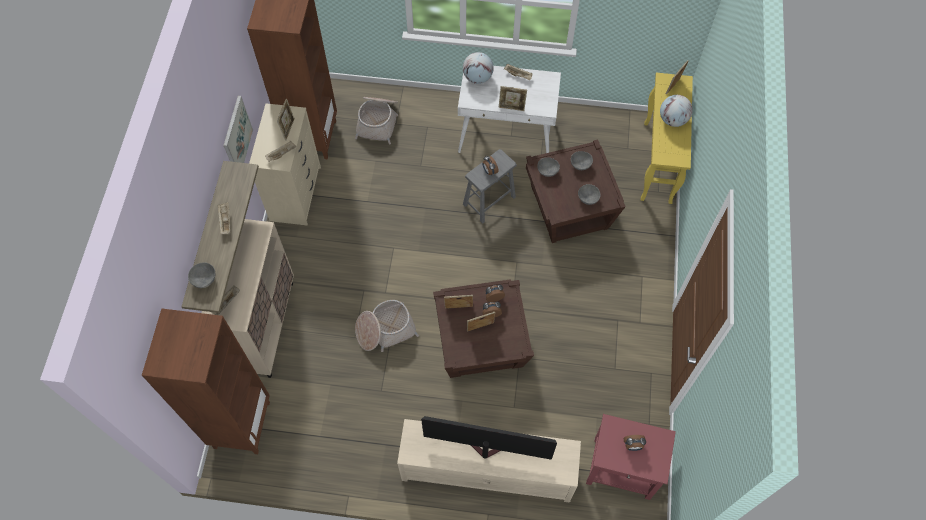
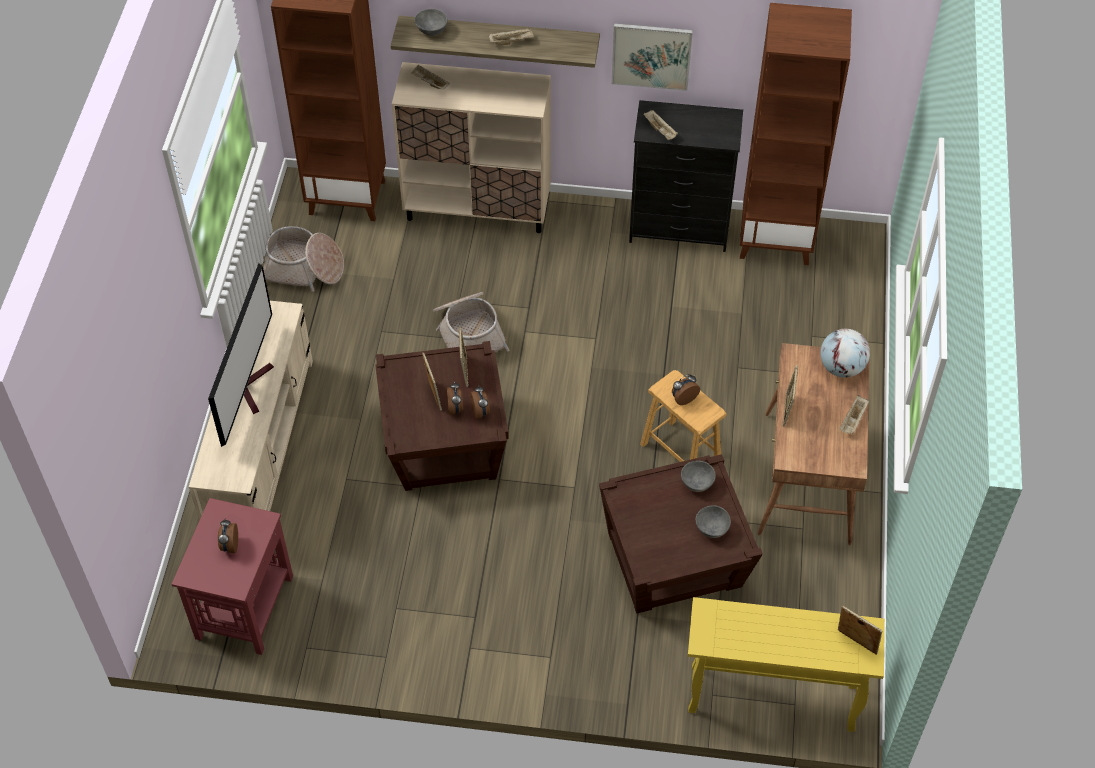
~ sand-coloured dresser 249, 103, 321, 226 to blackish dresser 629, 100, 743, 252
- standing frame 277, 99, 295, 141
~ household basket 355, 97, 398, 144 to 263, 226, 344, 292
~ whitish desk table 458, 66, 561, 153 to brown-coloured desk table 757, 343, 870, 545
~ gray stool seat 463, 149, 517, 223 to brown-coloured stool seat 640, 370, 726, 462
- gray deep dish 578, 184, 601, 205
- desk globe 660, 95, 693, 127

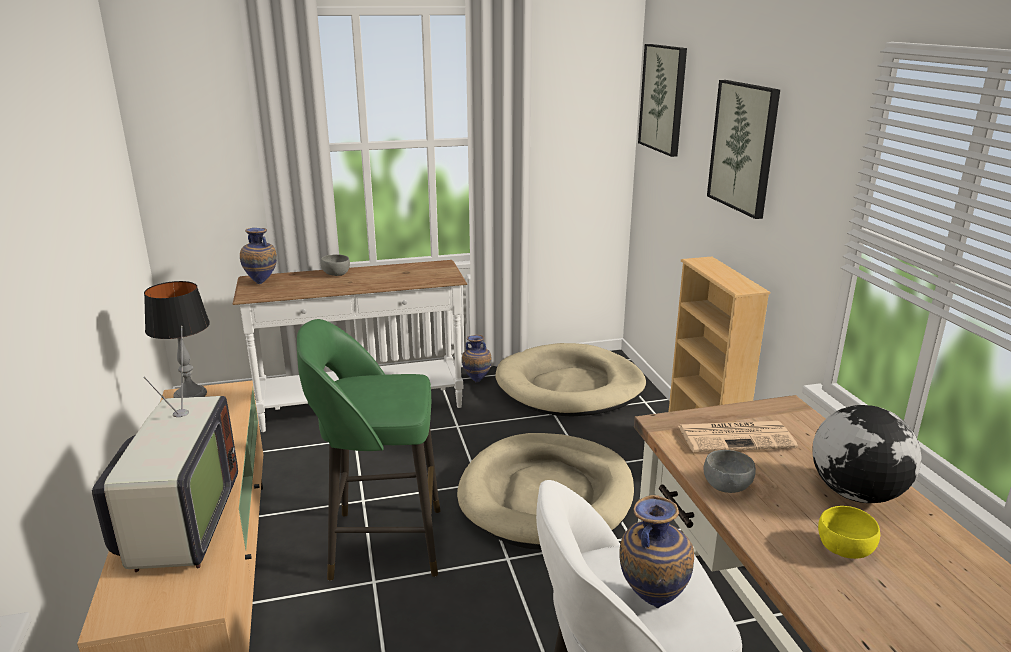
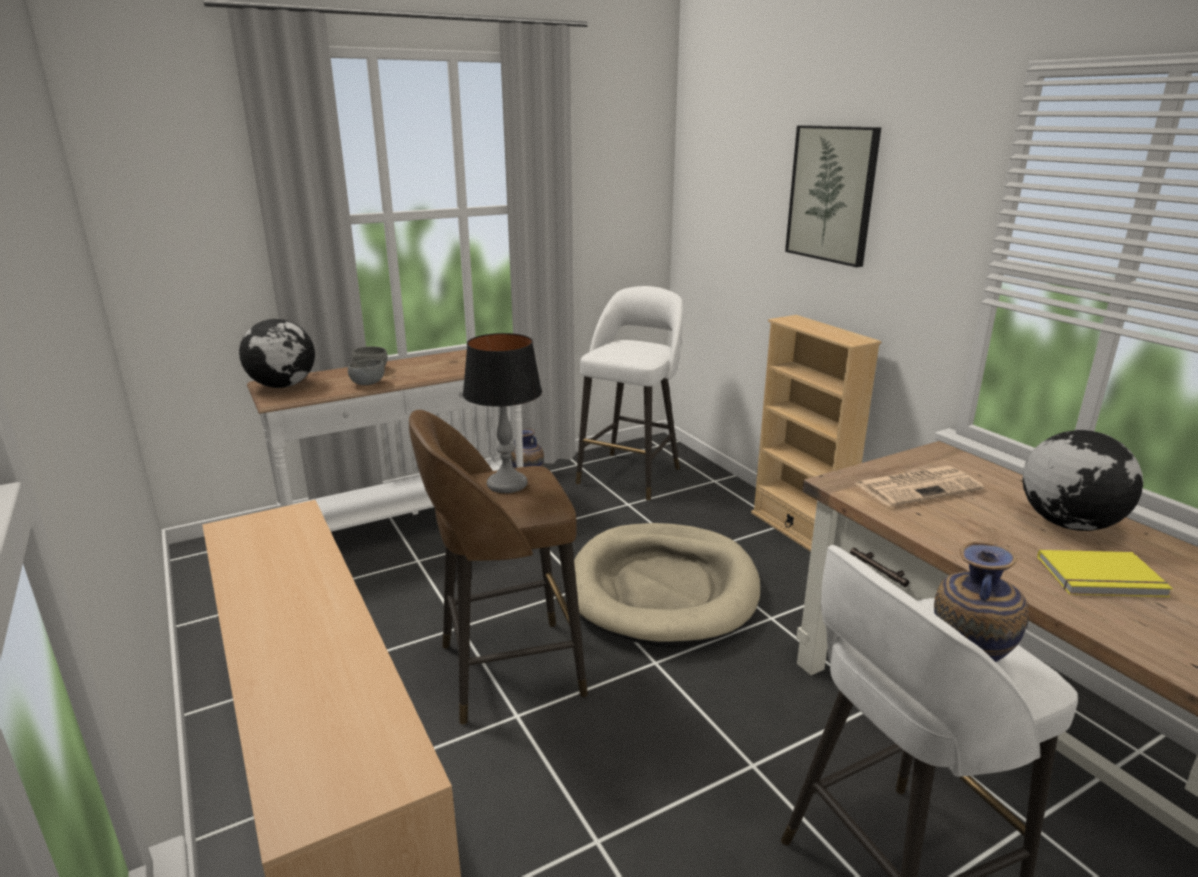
- TV set 92, 326, 238, 572
~ table lamp 144, 281, 210, 398 to 463, 333, 542, 493
~ decorative vase 240, 228, 277, 284 to desk globe 239, 319, 315, 388
~ green stool seat 297, 319, 440, 581 to brown-coloured stool seat 409, 410, 588, 725
~ sand-coloured dog bed 495, 343, 646, 417 to whitish stool seat 576, 286, 683, 501
- wall picture 638, 44, 687, 157
~ gray deep dish 704, 450, 756, 493 to 348, 359, 385, 385
~ yellow deep dish 818, 506, 880, 559 to yellow volume 1037, 550, 1173, 597

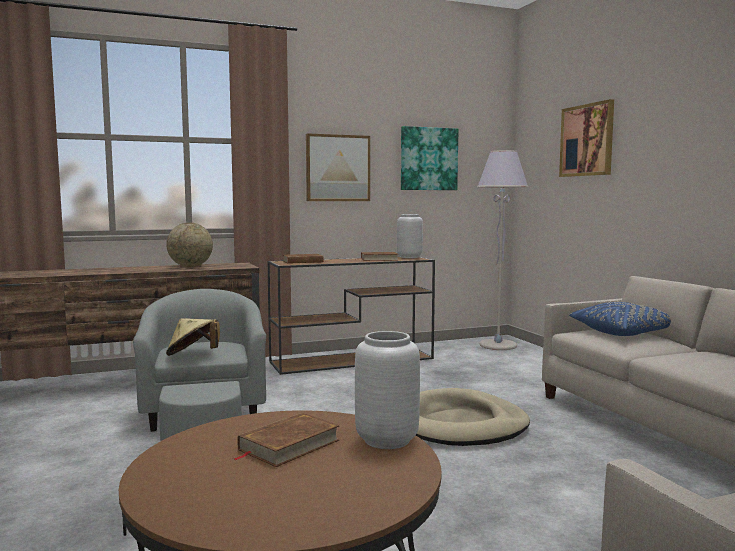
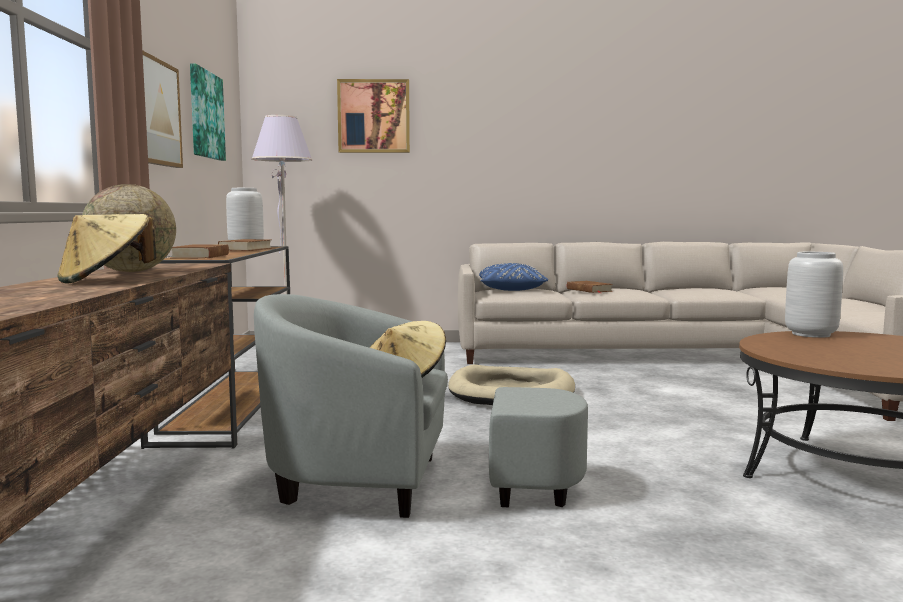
~ brown-coloured volume 234, 413, 340, 467 to 567, 281, 613, 293
+ sand-coloured wearable hat 58, 214, 156, 284

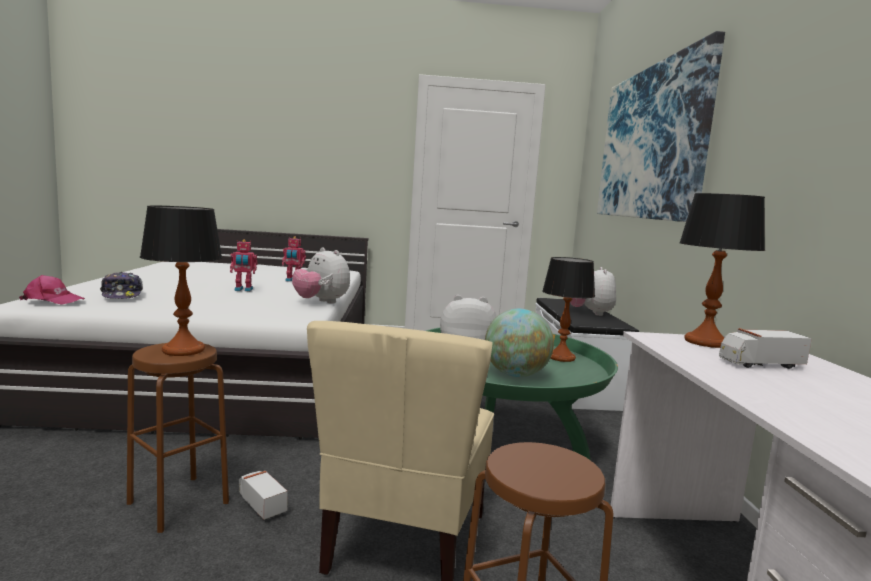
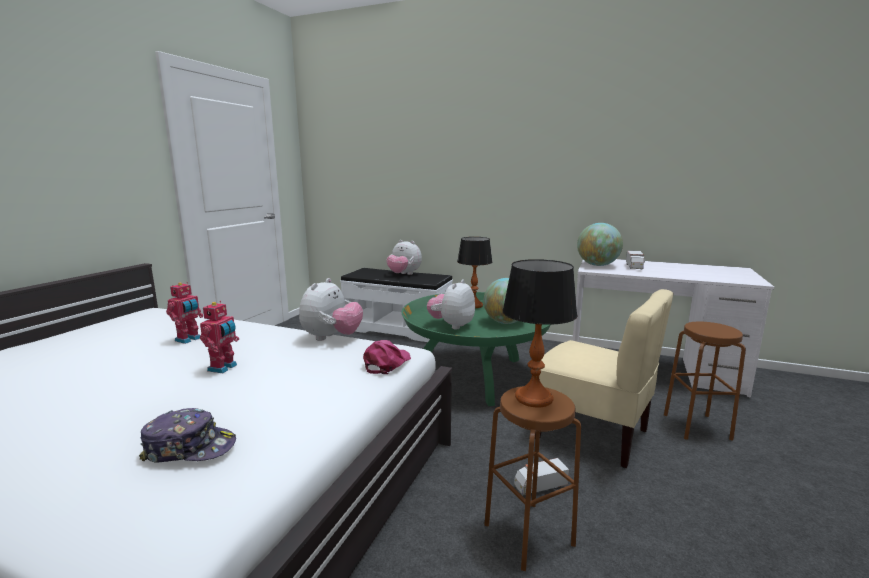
~ pink peaked cap 19, 275, 85, 305 to 363, 340, 411, 374
~ cuddly toy 292, 248, 350, 304 = 299, 278, 363, 341 45 degrees counterclockwise
- wall picture 597, 31, 725, 222
~ table lamp 679, 193, 765, 348 to desk globe 577, 223, 623, 266

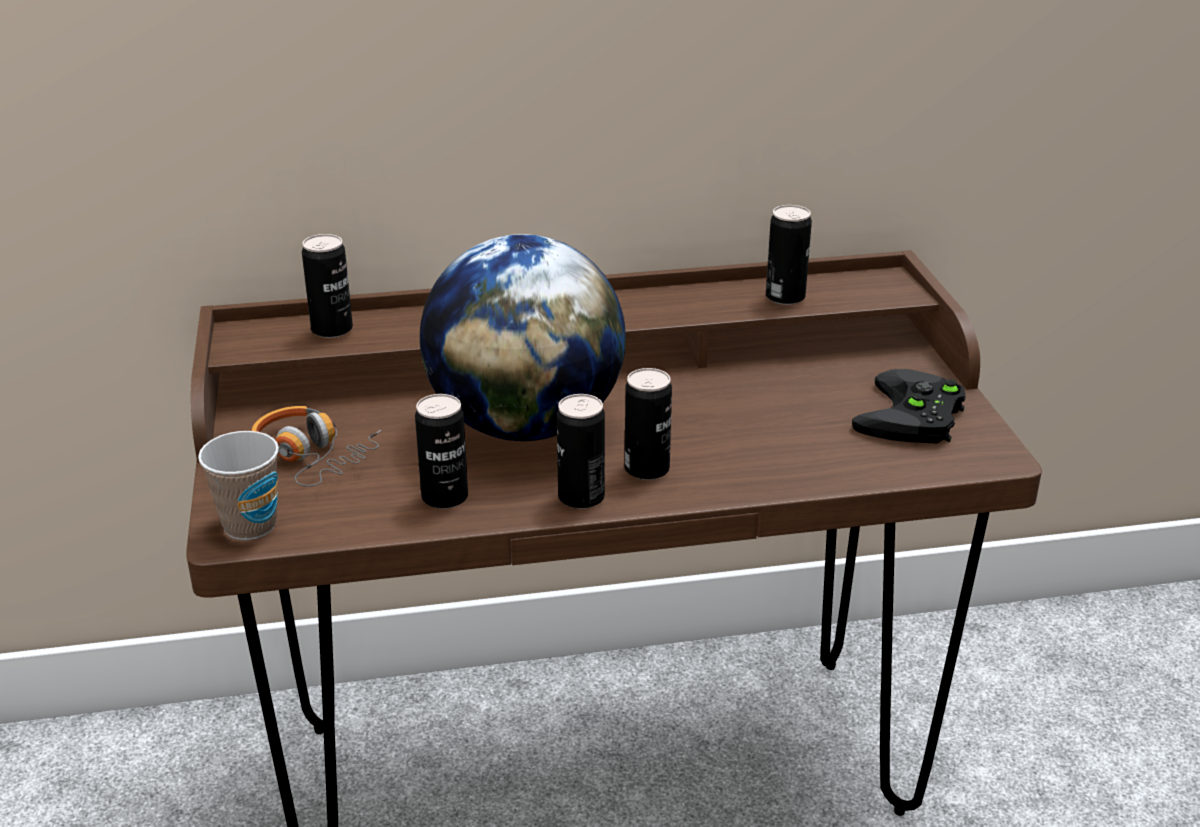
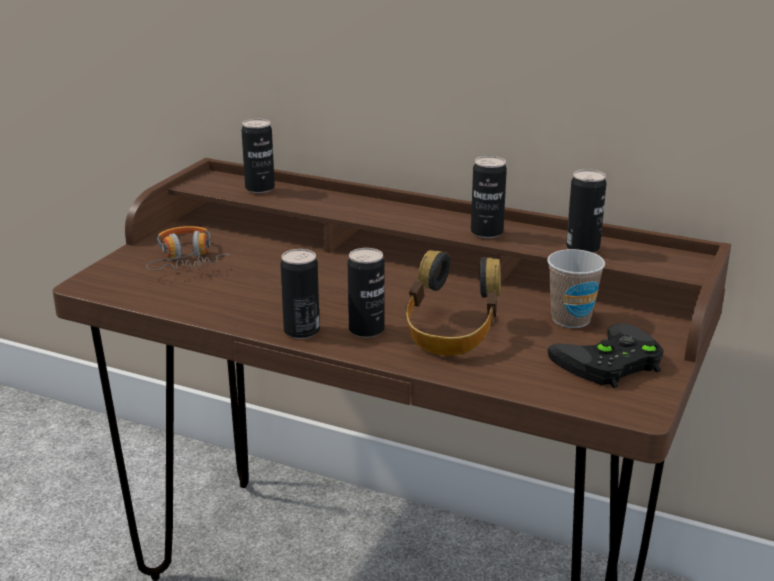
~ cup 198, 431, 279, 540 to 547, 249, 605, 328
~ metal can 415, 394, 468, 509 to 471, 156, 507, 238
- desk globe 420, 234, 626, 441
+ headphones 406, 250, 501, 356

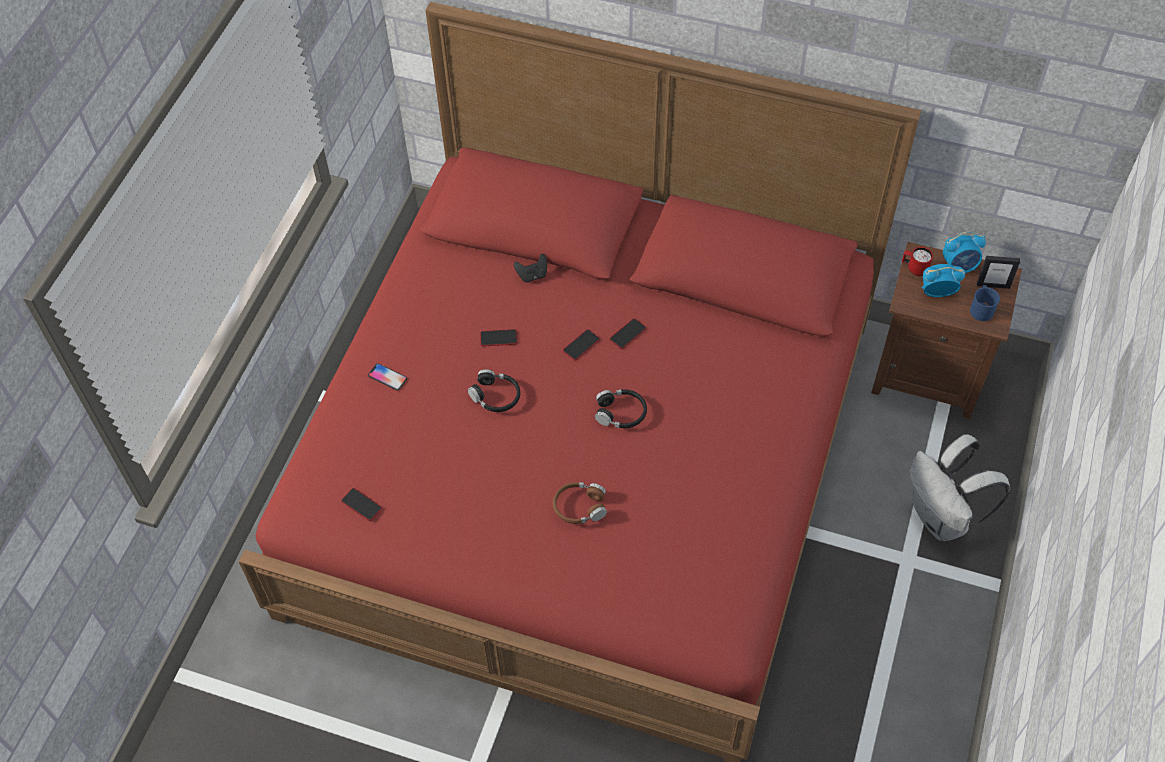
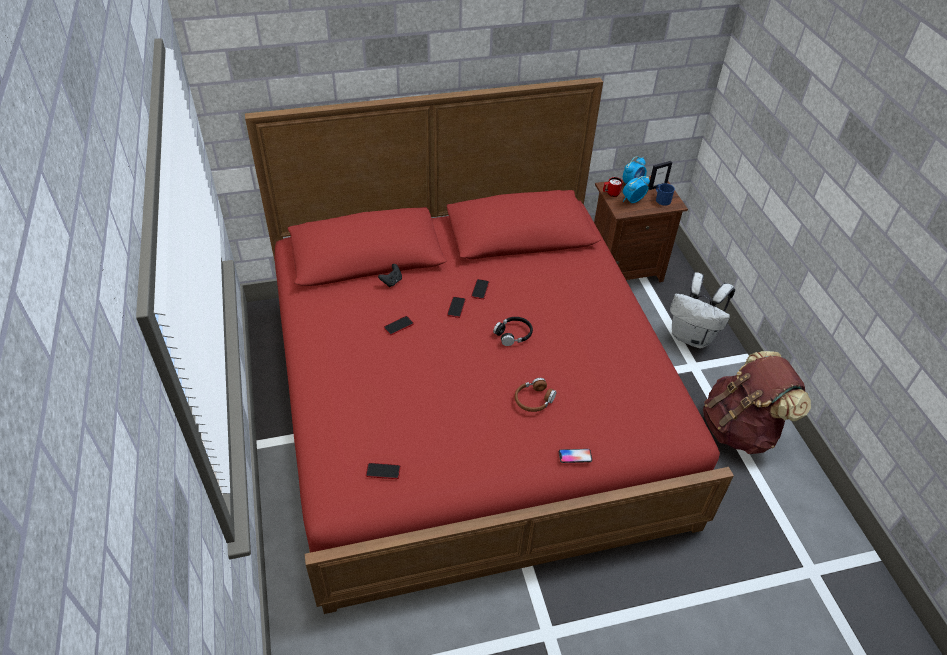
~ telephone 368, 363, 407, 390 to 559, 449, 592, 463
- blackish headphones 468, 369, 520, 412
+ brown-coloured rucksack 703, 351, 811, 454

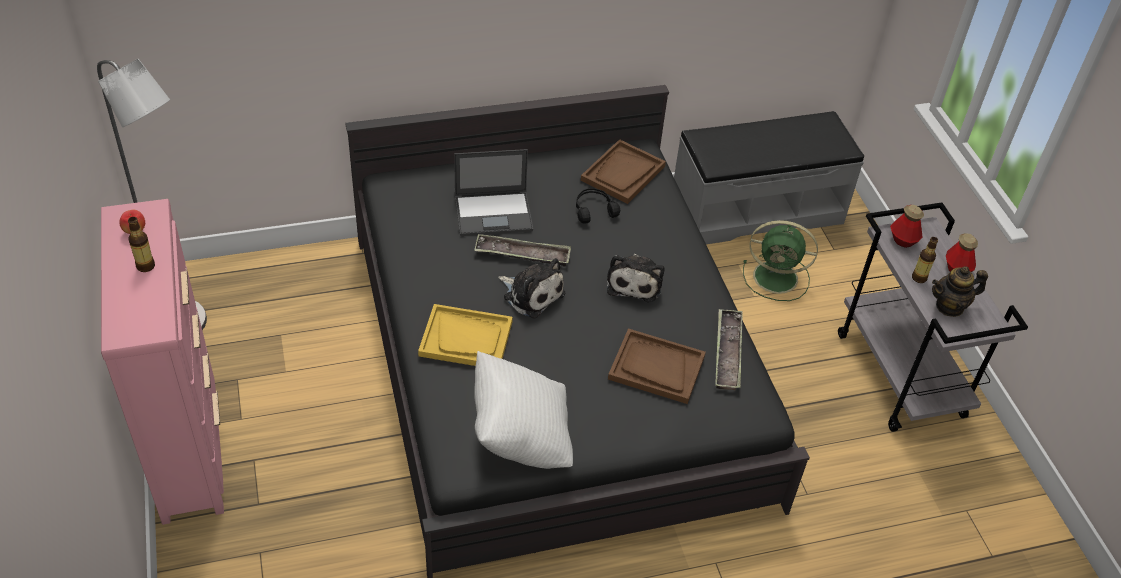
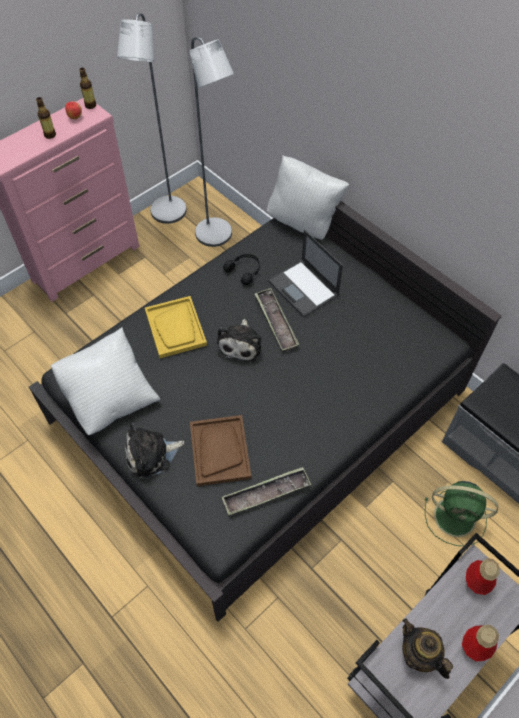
~ blackish headphones 576, 188, 620, 224 to 223, 254, 260, 285
- brown-coloured tray 581, 139, 666, 204
~ cuddly toy 607, 254, 664, 302 to 125, 422, 184, 479
~ green fan 743, 220, 818, 301 = 425, 481, 498, 546 60 degrees counterclockwise
~ drink bottle 912, 237, 938, 283 to 79, 68, 96, 109
+ gray floor lamp 189, 37, 234, 247
+ whitish throw pillow 267, 155, 349, 240

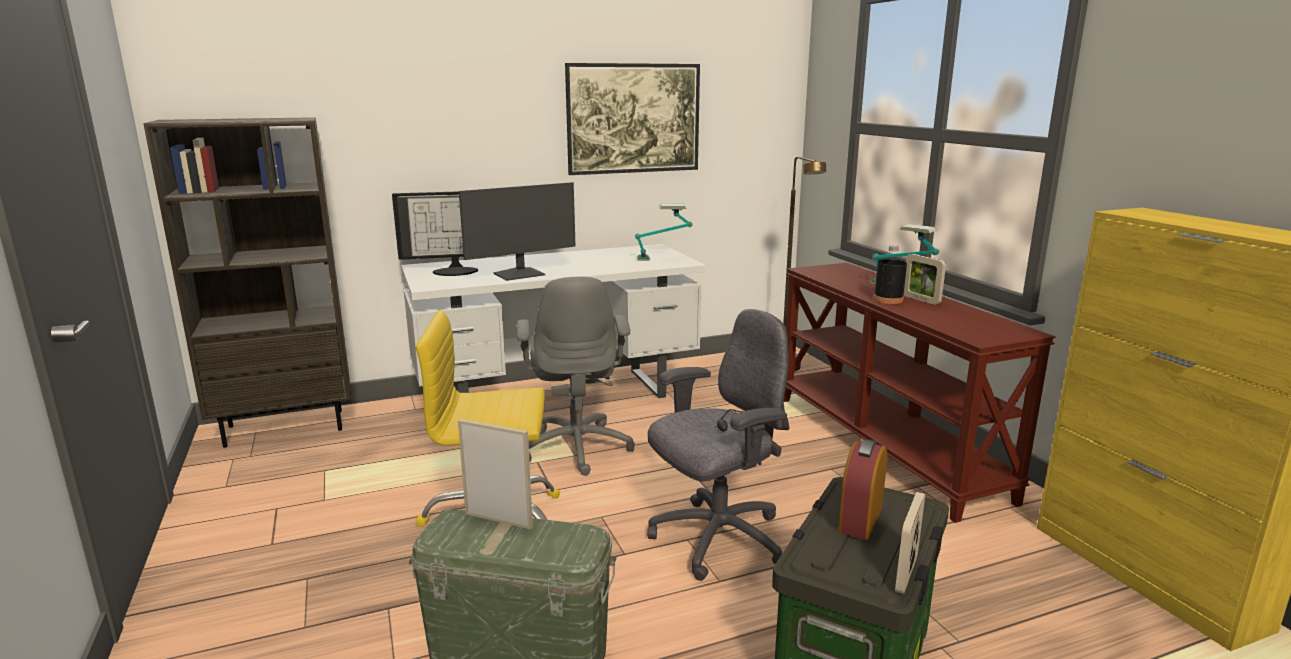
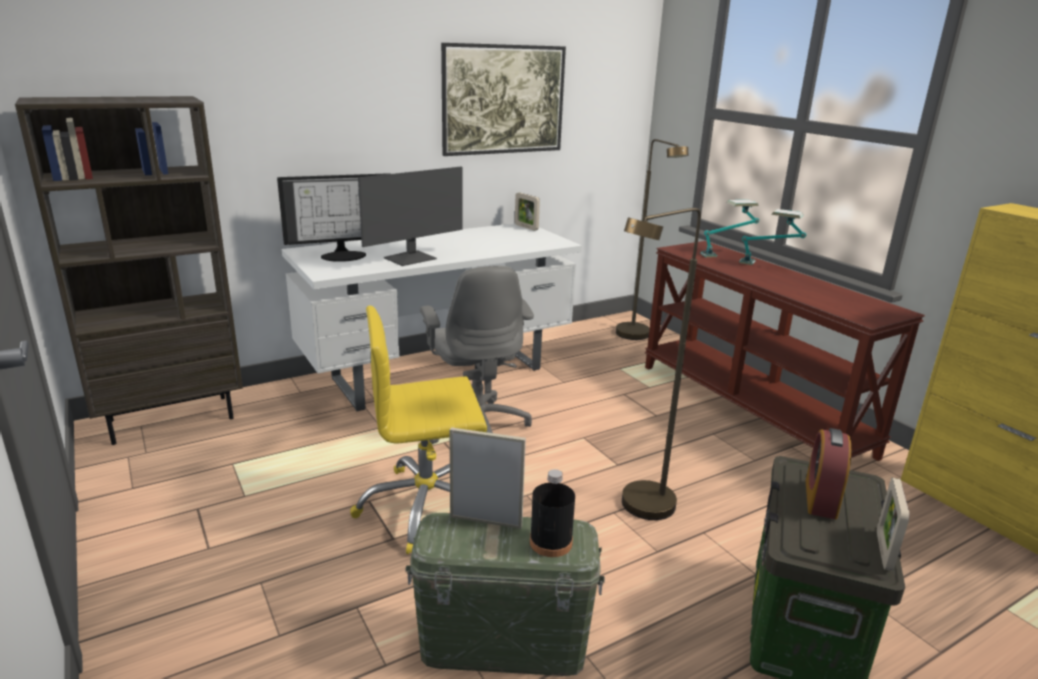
~ table lamp 635, 204, 693, 261 to 700, 200, 759, 258
~ gray office chair 647, 309, 790, 581 to brown-coloured floor lamp 622, 208, 701, 520
~ blackish drink bottle 874, 245, 907, 304 to 530, 469, 575, 557
~ standing frame 904, 254, 946, 305 to 515, 193, 540, 231

